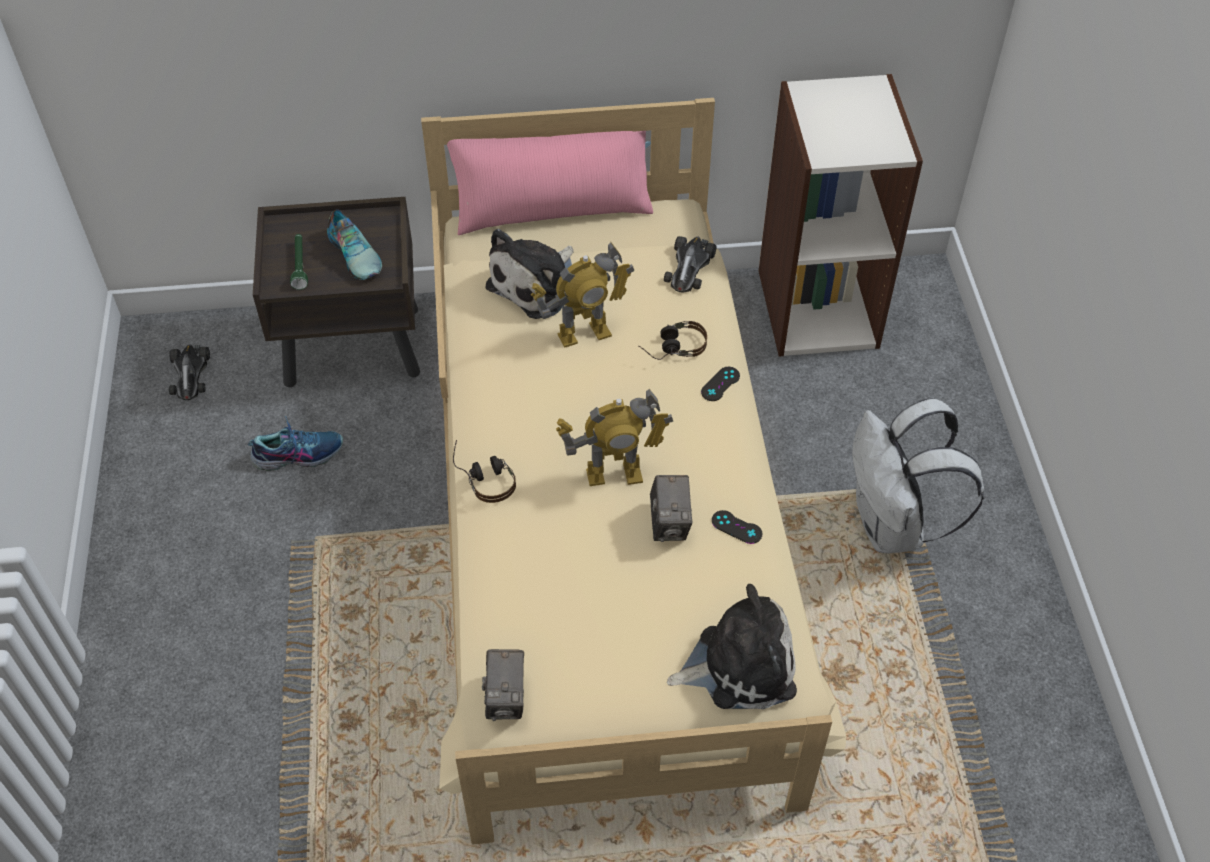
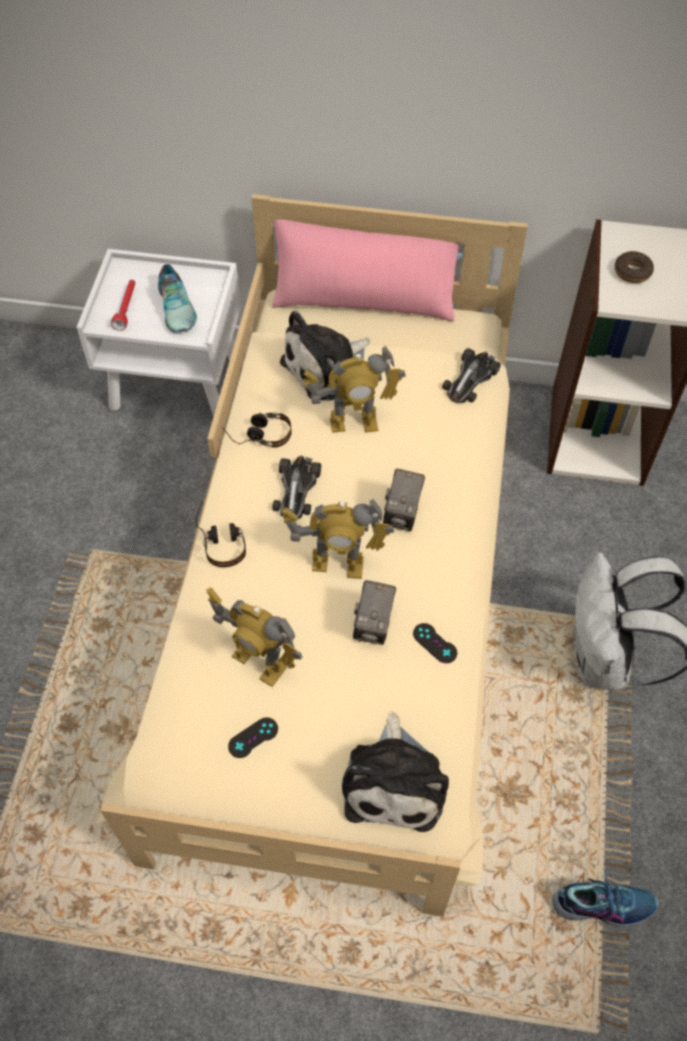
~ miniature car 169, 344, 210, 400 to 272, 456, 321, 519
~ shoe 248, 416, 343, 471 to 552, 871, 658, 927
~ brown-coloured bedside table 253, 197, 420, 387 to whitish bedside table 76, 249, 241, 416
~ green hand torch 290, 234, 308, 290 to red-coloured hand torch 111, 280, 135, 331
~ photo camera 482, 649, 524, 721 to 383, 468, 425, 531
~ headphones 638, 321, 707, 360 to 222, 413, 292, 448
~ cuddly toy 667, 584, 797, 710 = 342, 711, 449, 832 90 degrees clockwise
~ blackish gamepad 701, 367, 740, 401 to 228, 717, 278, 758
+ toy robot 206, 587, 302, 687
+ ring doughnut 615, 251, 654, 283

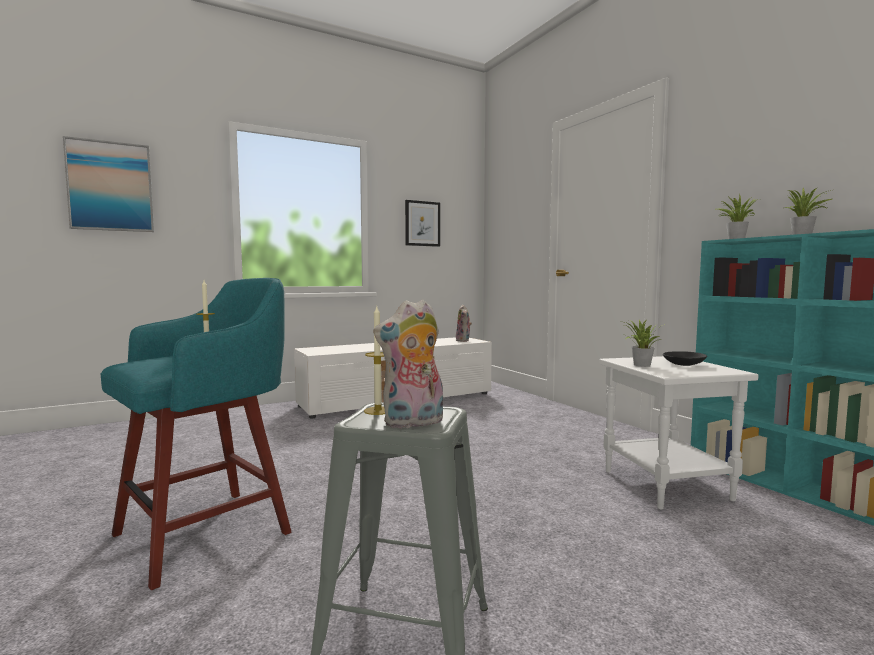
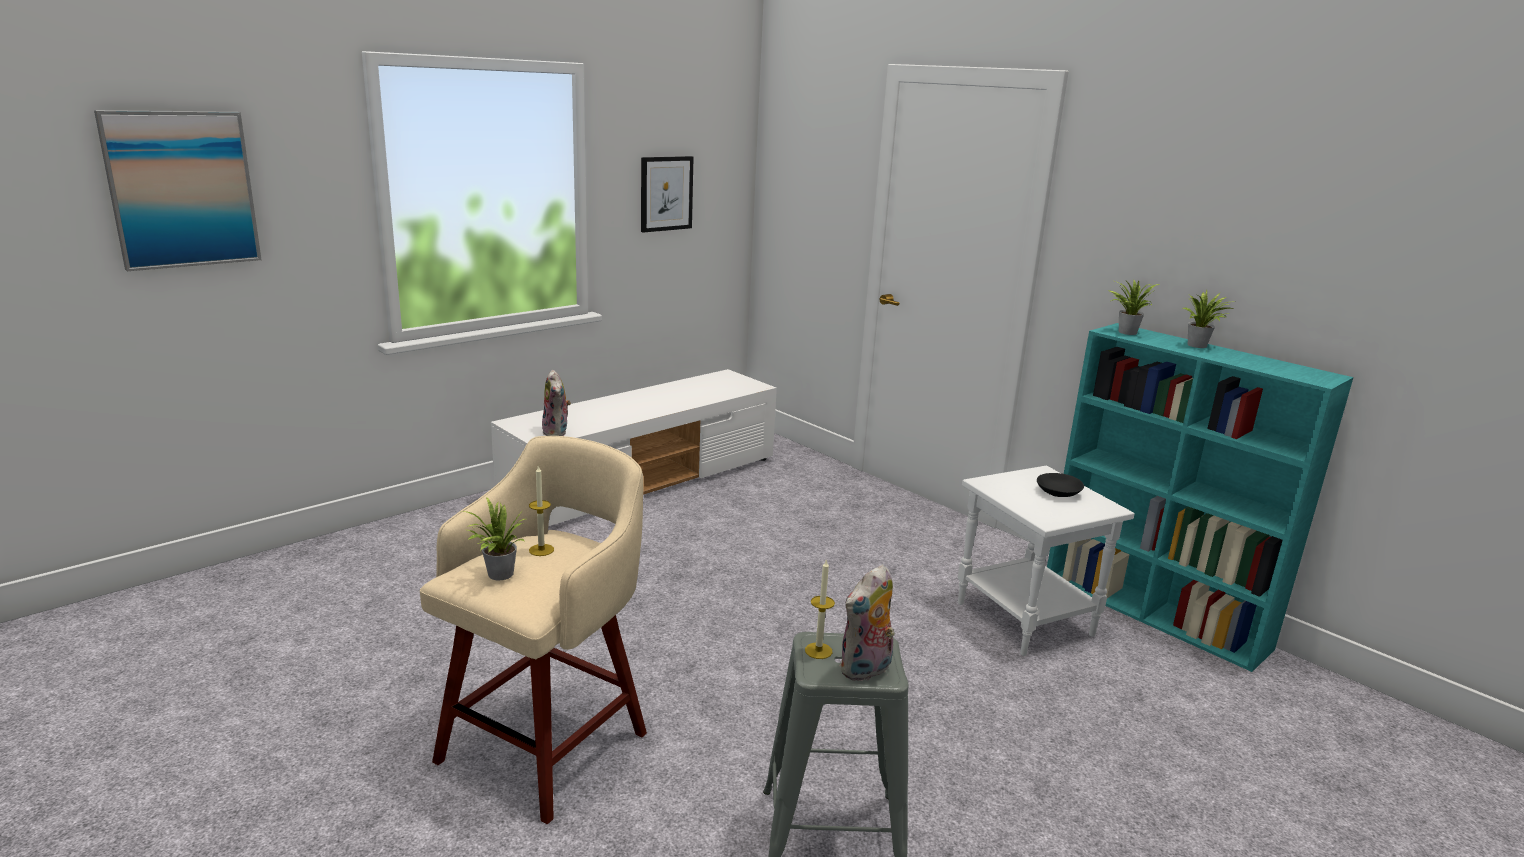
~ turquoise-coloured stool seat 100, 278, 291, 590 to sand-coloured stool seat 420, 436, 647, 824
~ cuddly toy 456, 305, 472, 342 to 542, 370, 571, 436
~ plant in a pot 622, 320, 665, 367 to 461, 497, 525, 580

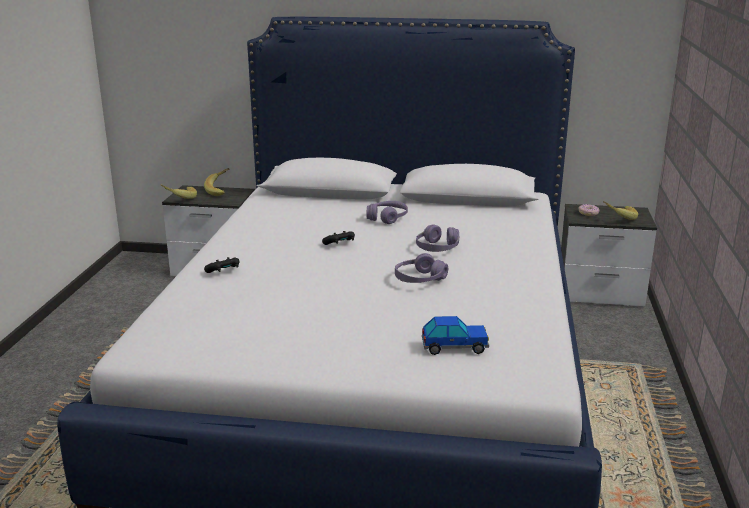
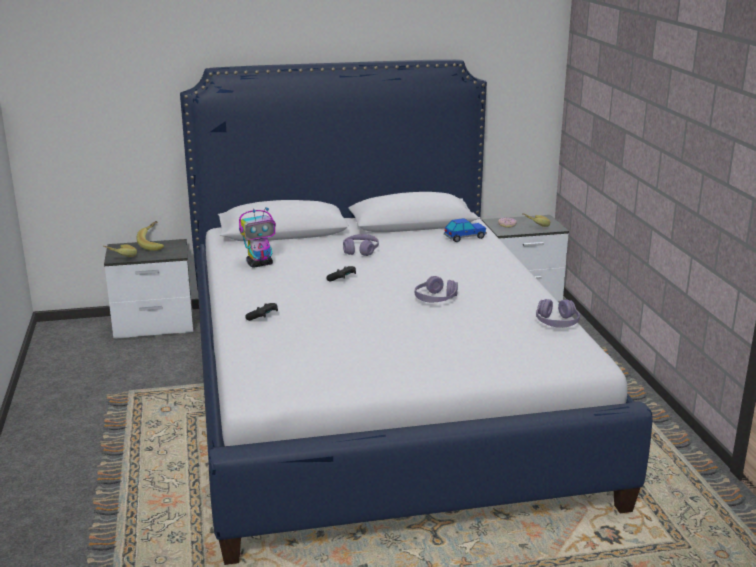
~ purplish headphones 416, 225, 459, 252 to 536, 299, 580, 328
~ miniature car 422, 316, 489, 355 to 444, 218, 487, 242
+ toy robot 239, 207, 276, 268

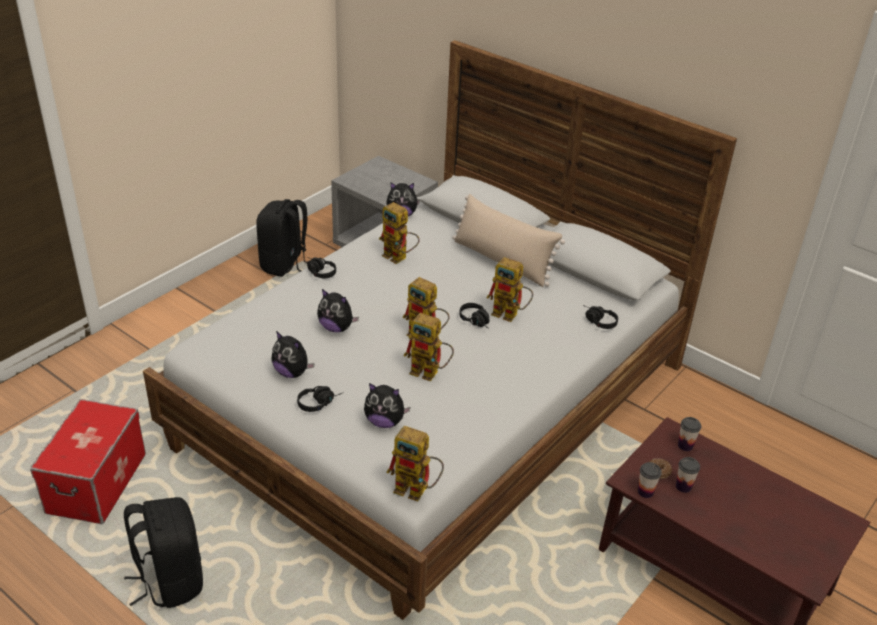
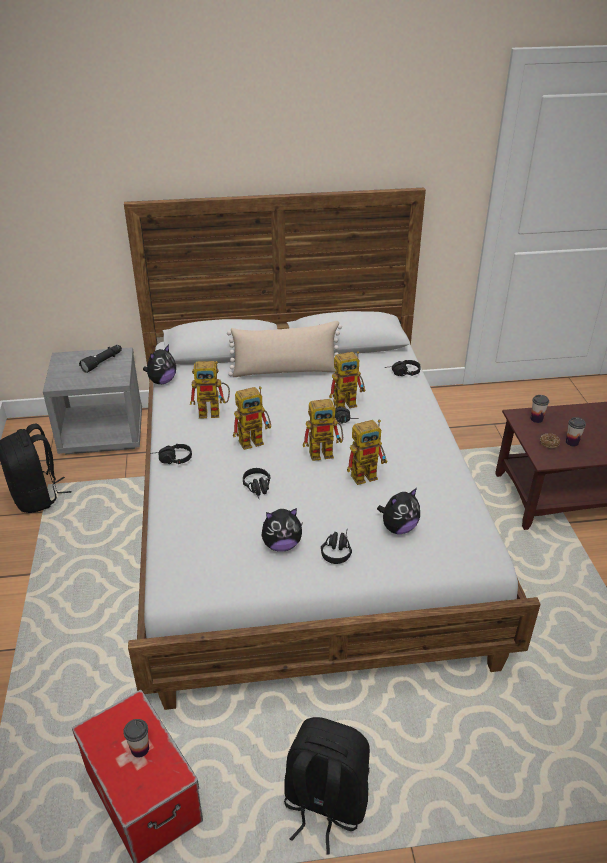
~ cuddly toy 317, 289, 359, 332 to blackish headphones 243, 468, 270, 499
~ toy robot 386, 426, 444, 502 to 233, 386, 271, 450
~ cup 638, 462, 662, 498 to 123, 719, 149, 758
+ blackish hand torch 79, 345, 122, 373

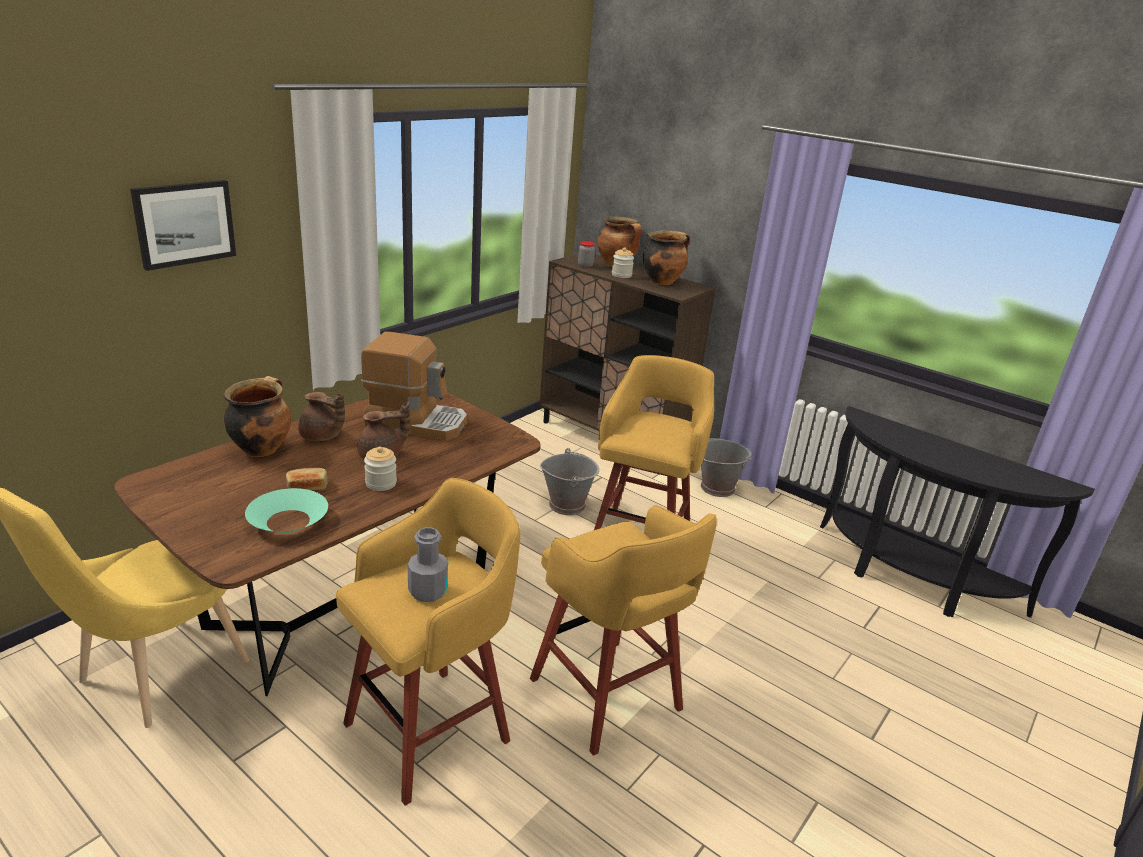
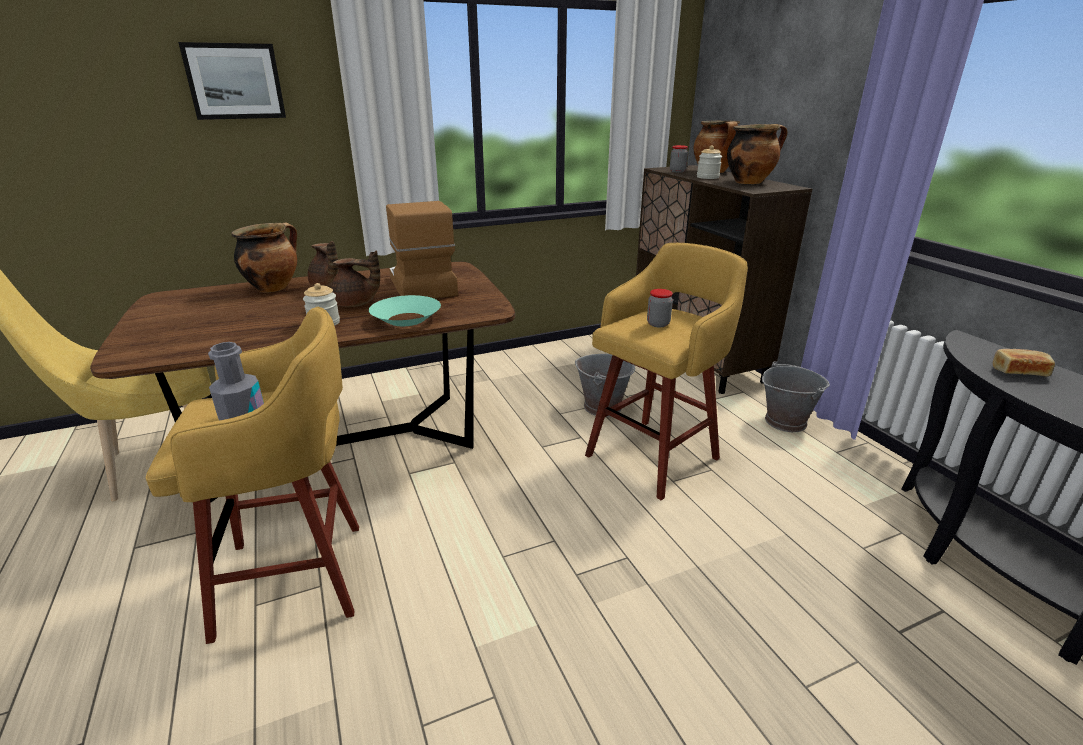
~ turquoise-coloured deep dish 245, 488, 328, 533 to 369, 295, 441, 326
~ bakery bread 286, 468, 328, 490 to 992, 349, 1055, 376
~ coffee machine 361, 332, 467, 441 = 386, 201, 458, 299 150 degrees counterclockwise
- yellow stool seat 530, 505, 717, 756
+ storage jar 647, 289, 673, 327

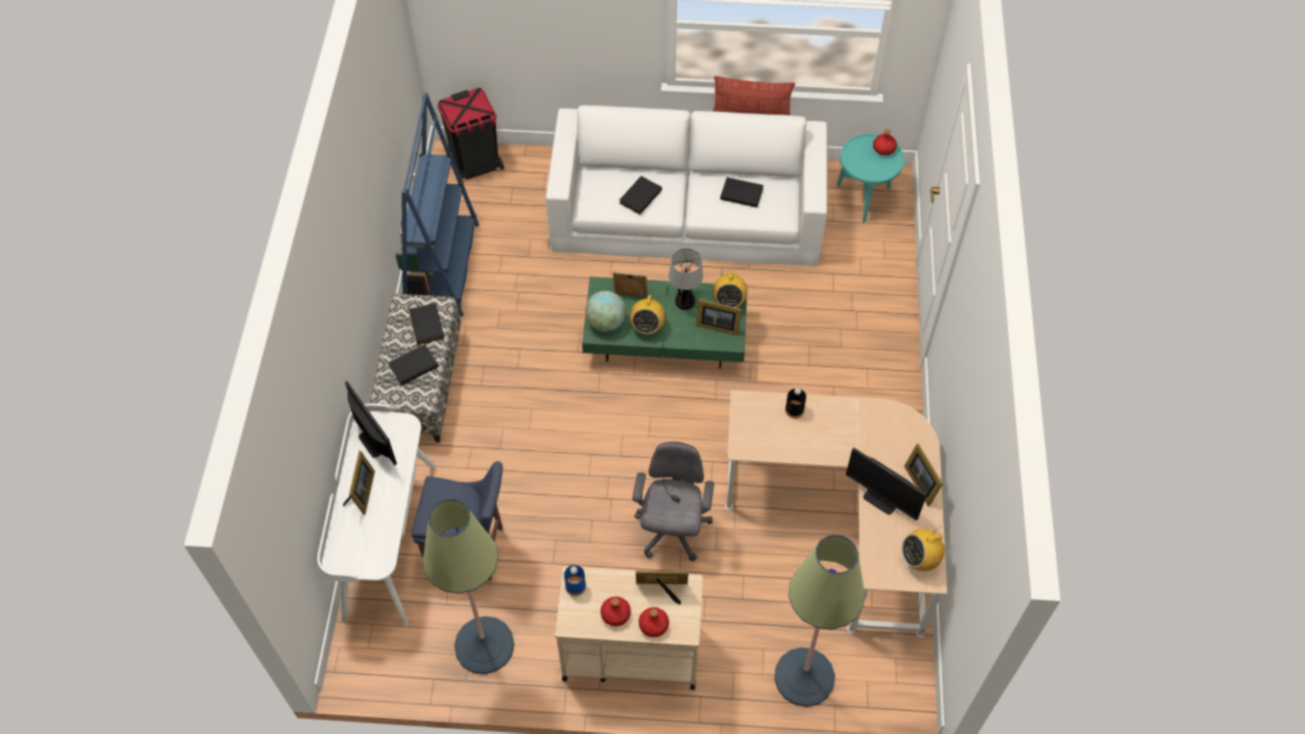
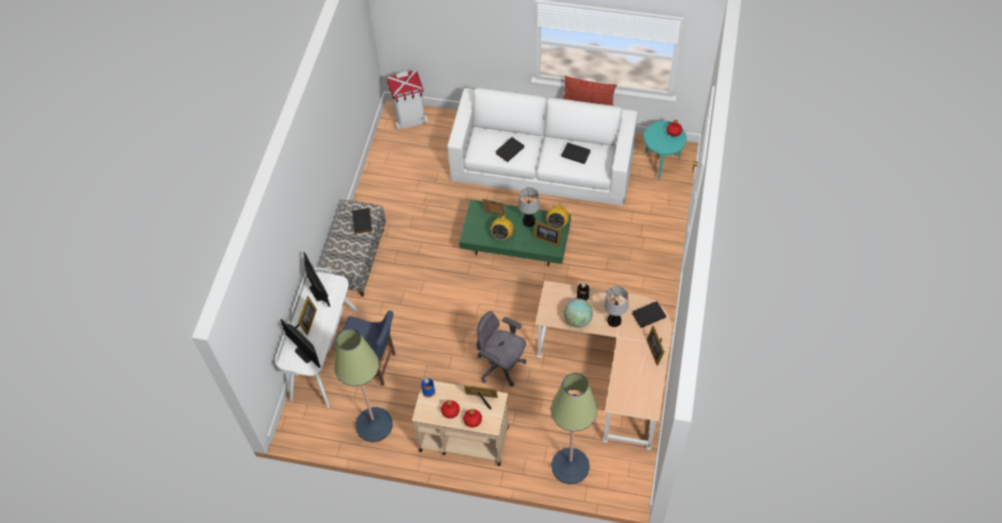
~ blackish volume 388, 344, 439, 385 to 632, 301, 666, 328
- bluish bookshelf 395, 93, 479, 317
~ blackish rubbish bin 437, 88, 504, 180 to whitish rubbish bin 387, 71, 428, 131
~ desk globe 585, 291, 626, 332 to 564, 299, 593, 328
~ gray office chair 632, 442, 714, 561 = 477, 311, 526, 387 75 degrees counterclockwise
~ monitor 846, 448, 927, 521 to 280, 319, 320, 368
- radio set 902, 526, 945, 571
+ table lamp 604, 286, 629, 327

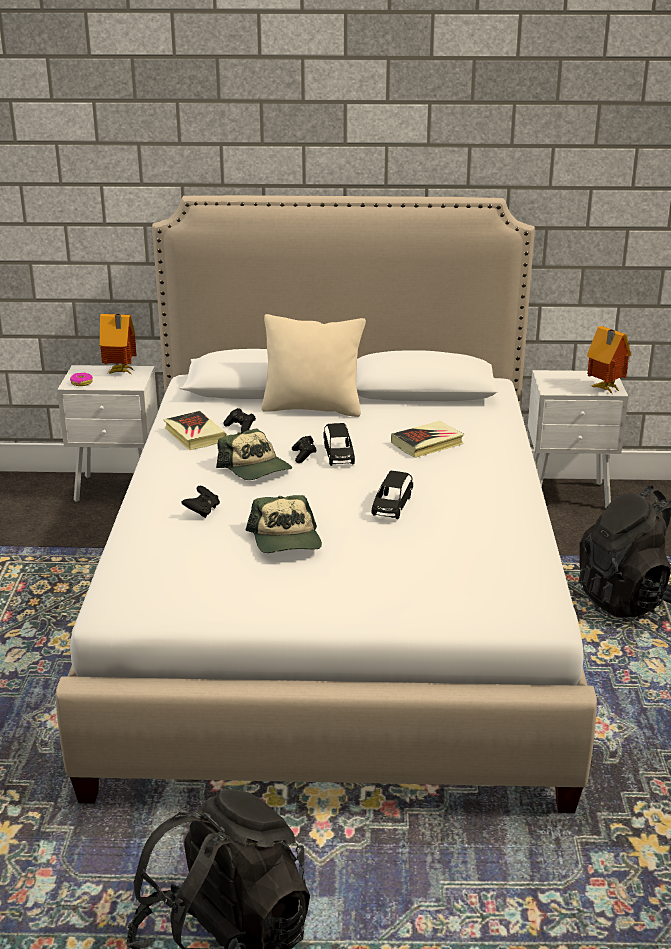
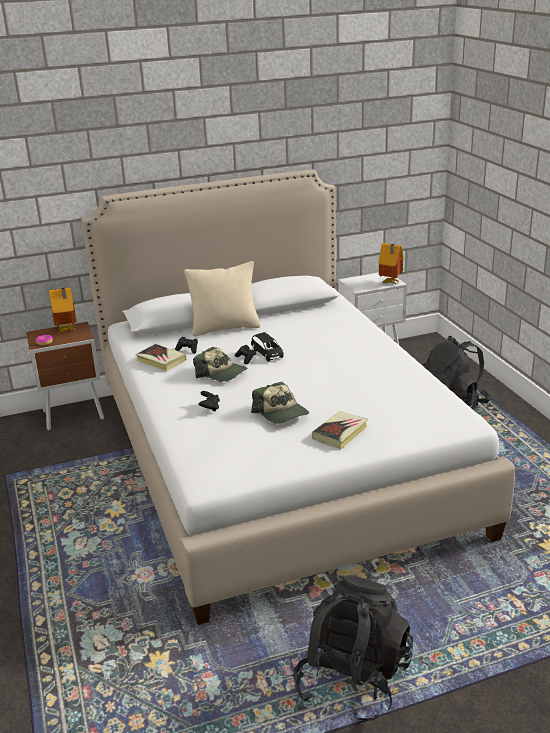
~ whitish bedside table 57, 365, 158, 502 to brown-coloured bedside table 26, 322, 104, 430
- blackish miniature car 372, 471, 413, 519
~ volume 391, 421, 464, 458 to 312, 411, 368, 449

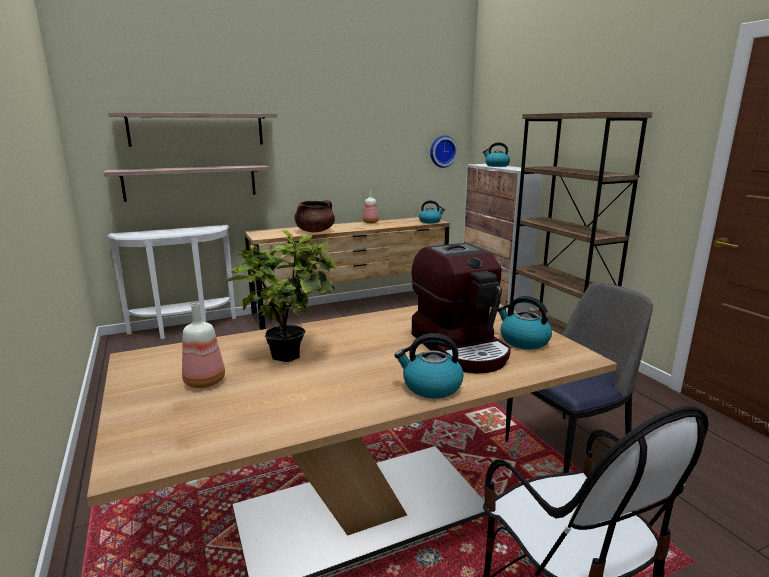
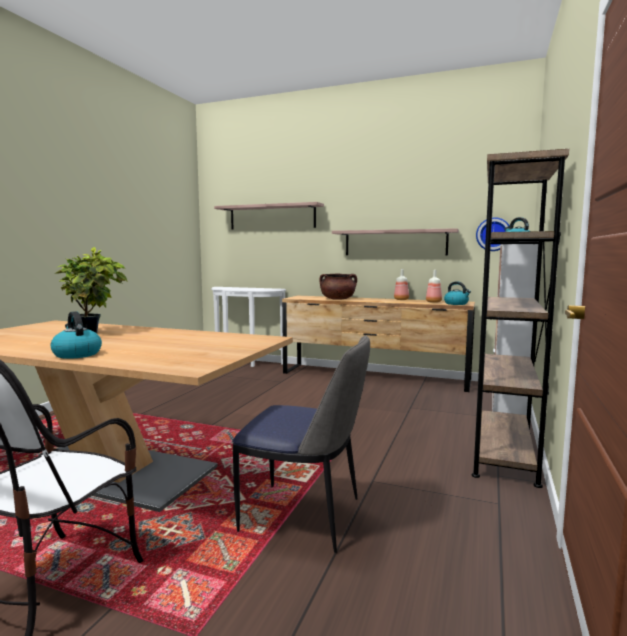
~ shelf 104, 165, 269, 202 to 332, 228, 459, 256
~ drink bottle 182, 303, 225, 388 to 426, 270, 442, 303
- coffee machine 412, 243, 511, 373
- kettle 498, 296, 552, 349

